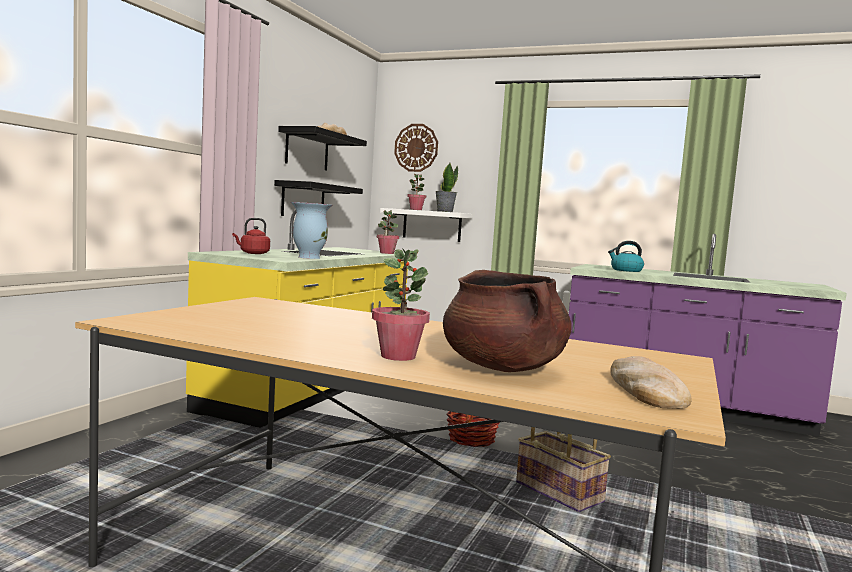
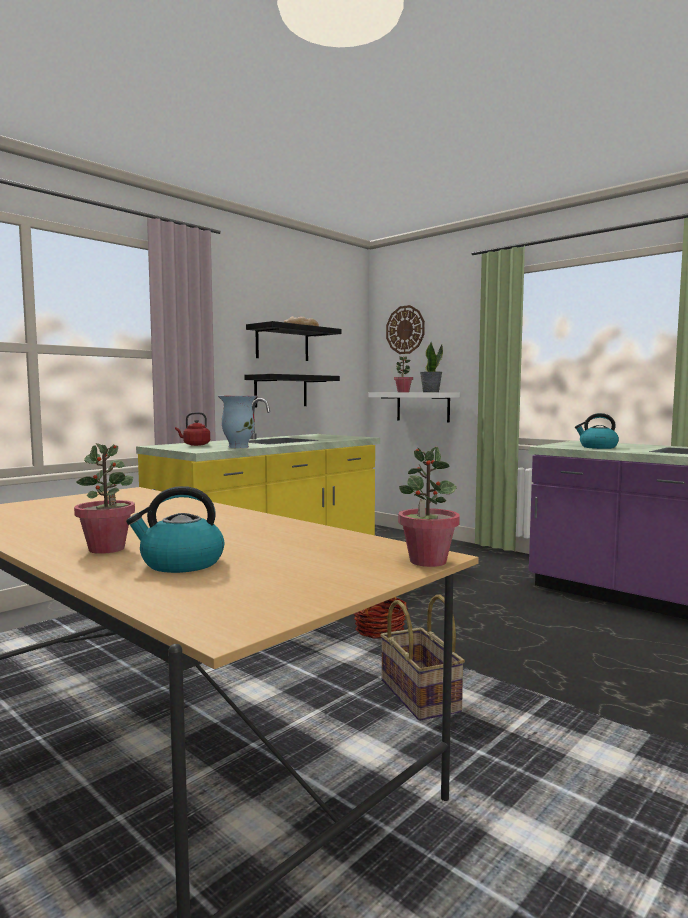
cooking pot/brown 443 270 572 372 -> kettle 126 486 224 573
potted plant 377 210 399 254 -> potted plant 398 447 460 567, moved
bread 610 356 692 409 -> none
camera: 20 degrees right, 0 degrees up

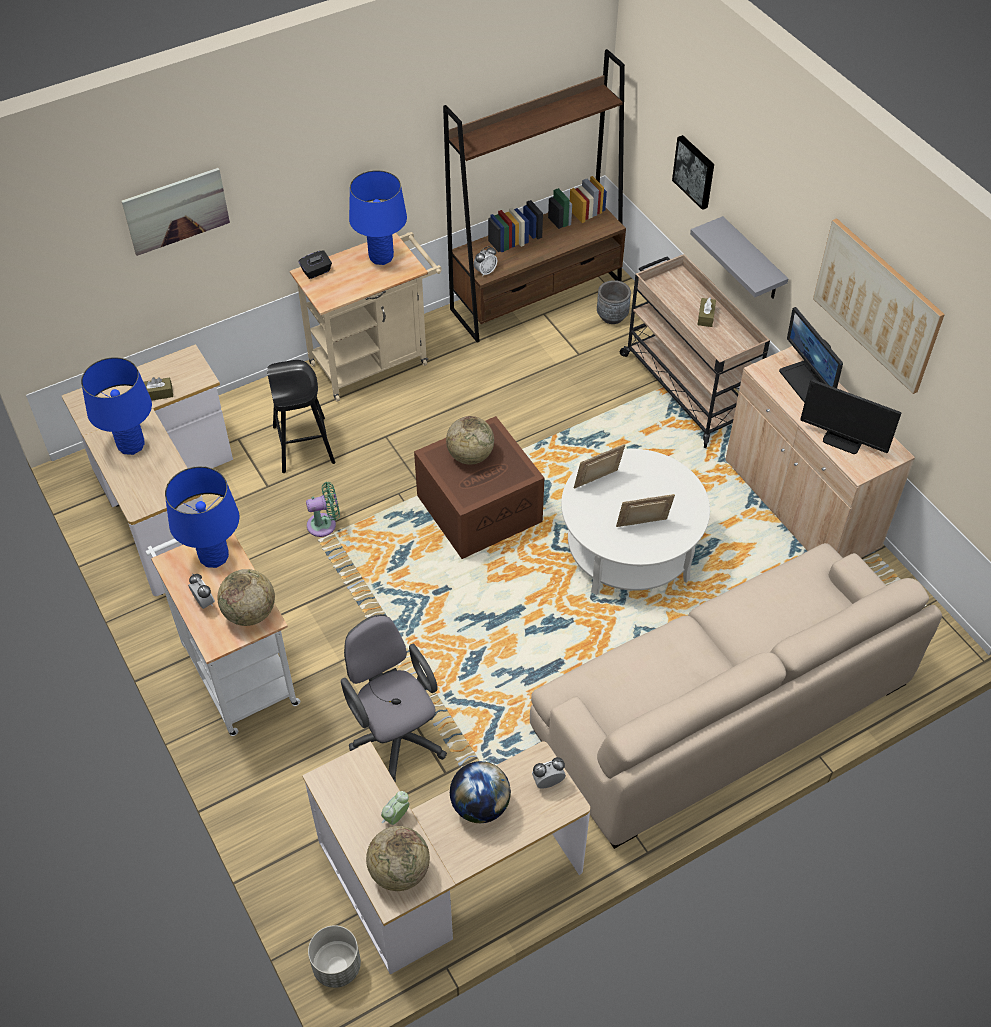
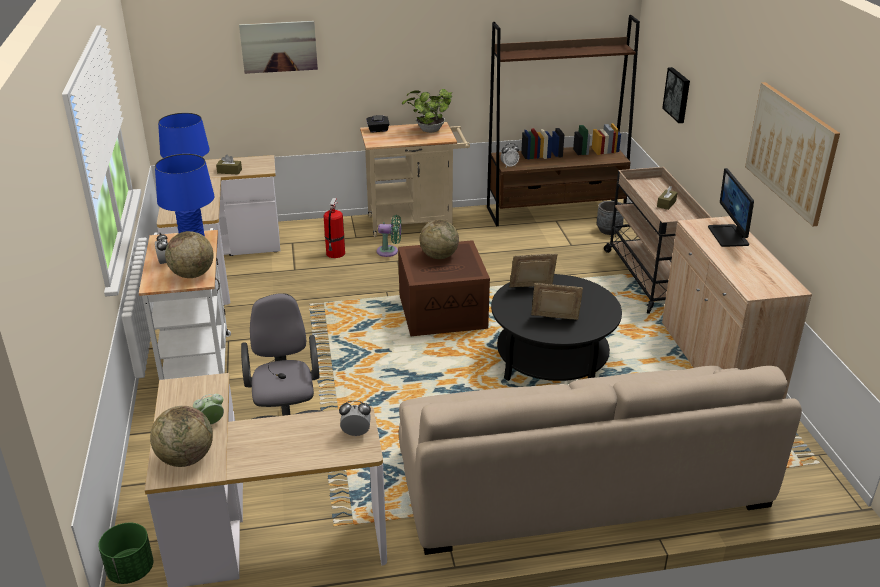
planter/grey 308 925 361 988 -> planter/green 99 523 153 584
stool/black 267 360 335 473 -> fire extinguisher 324 198 345 258
fan/green 306 482 340 537 -> fan/green 377 215 402 257, moved
table lamp/blue 349 170 407 265 -> potted plant 402 89 453 133
coffee table/white 561 449 710 595 -> coffee table/black 491 274 622 381
globe 450 761 511 823 -> none
shelf/grey 690 216 788 299 -> none
monitor 800 379 901 454 -> none
camera: 20 degrees right, 20 degrees down

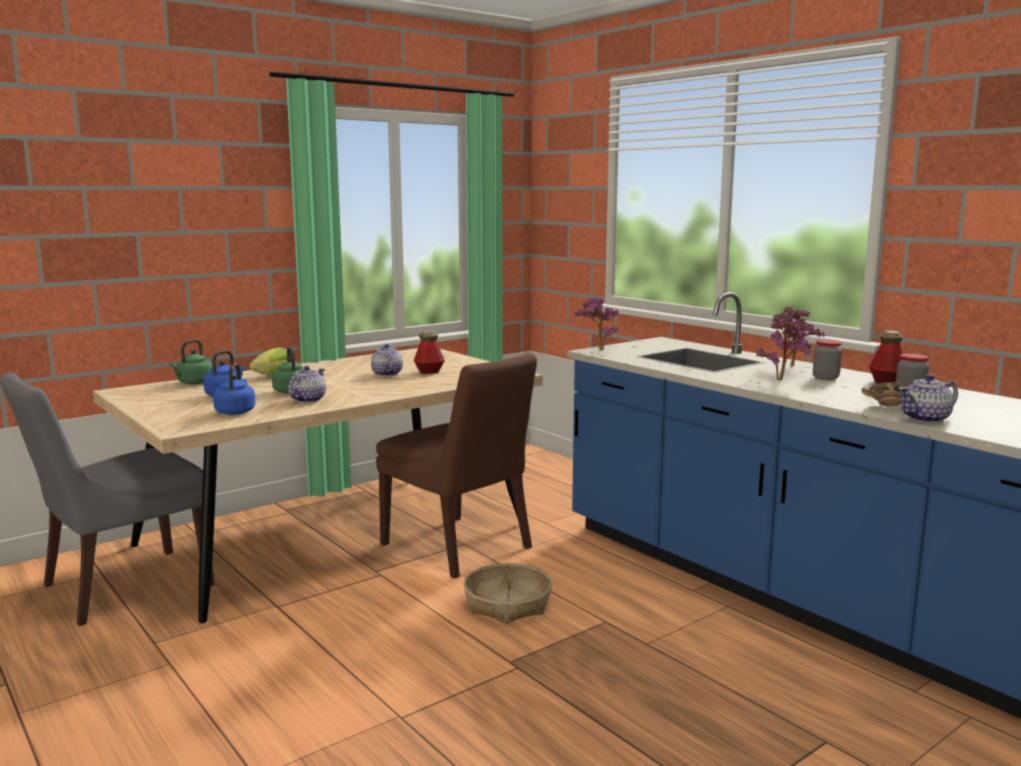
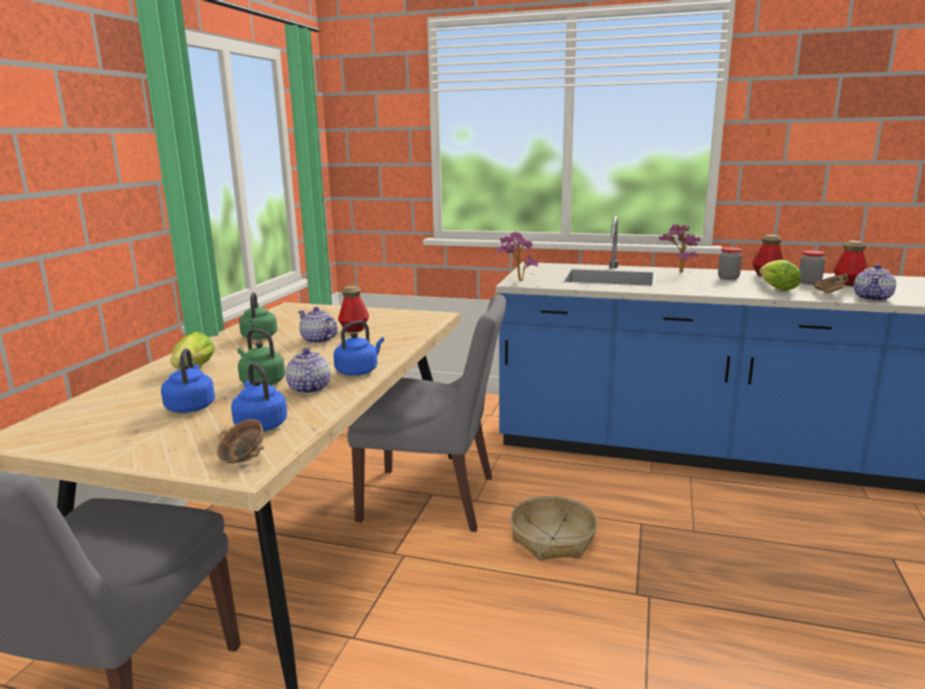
none -> bowl 216 419 264 464
kettle/green 170 340 213 384 -> kettle/green 239 292 277 339, moved
none -> kettle/blue 333 320 384 376
chair/brown 376 354 537 579 -> chair/grey 347 294 506 532
none -> lettuce 759 260 801 291
none -> bottle 833 240 868 286
potted plant 756 316 812 380 -> none
camera: 35 degrees left, 5 degrees up

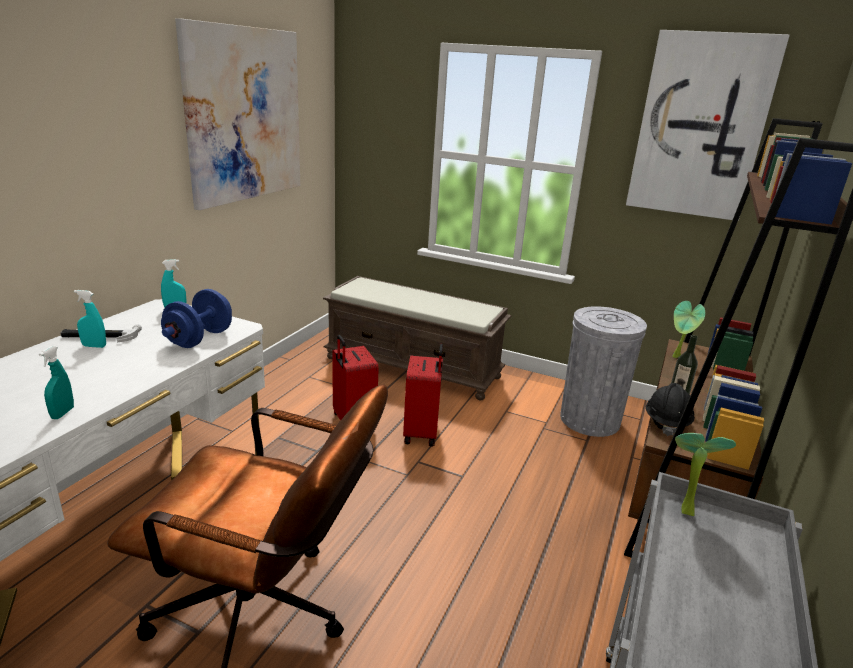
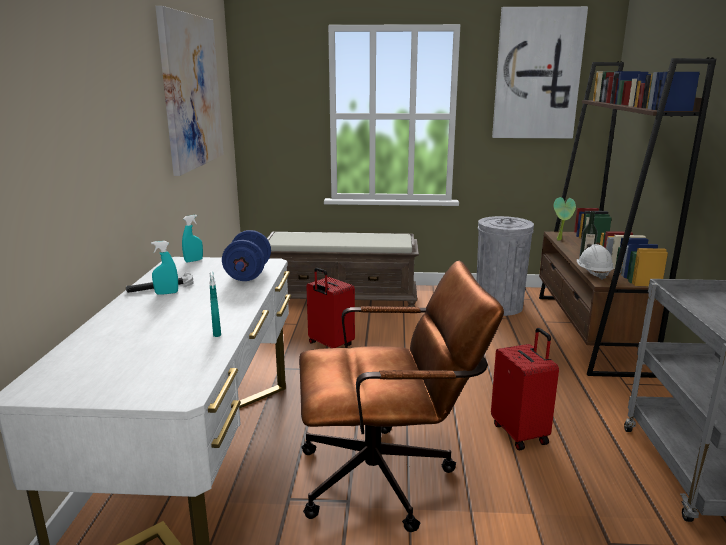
suitcase/red 403 344 443 447 -> suitcase/red 491 328 559 450, moved
hard hat/black 646 383 695 436 -> hard hat/white 577 244 614 280
potted plant 675 433 736 516 -> none
camera: 20 degrees left, 5 degrees down

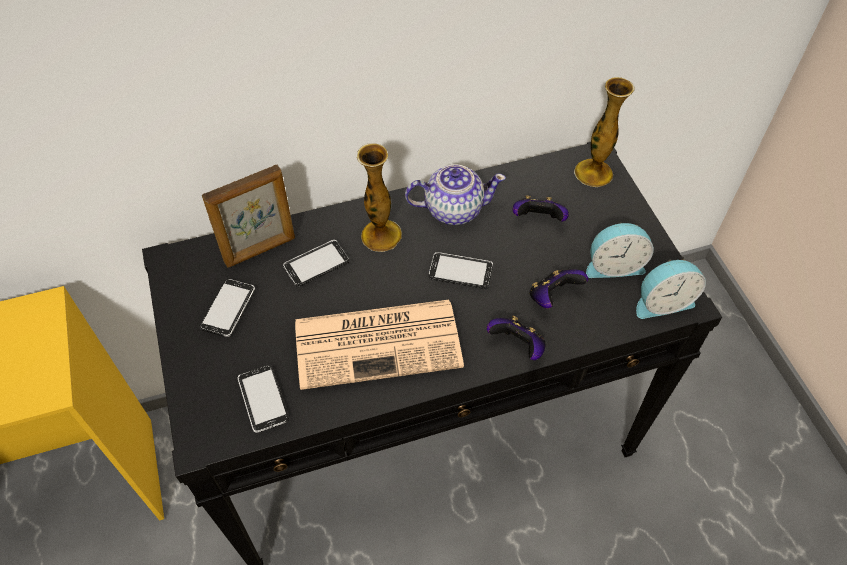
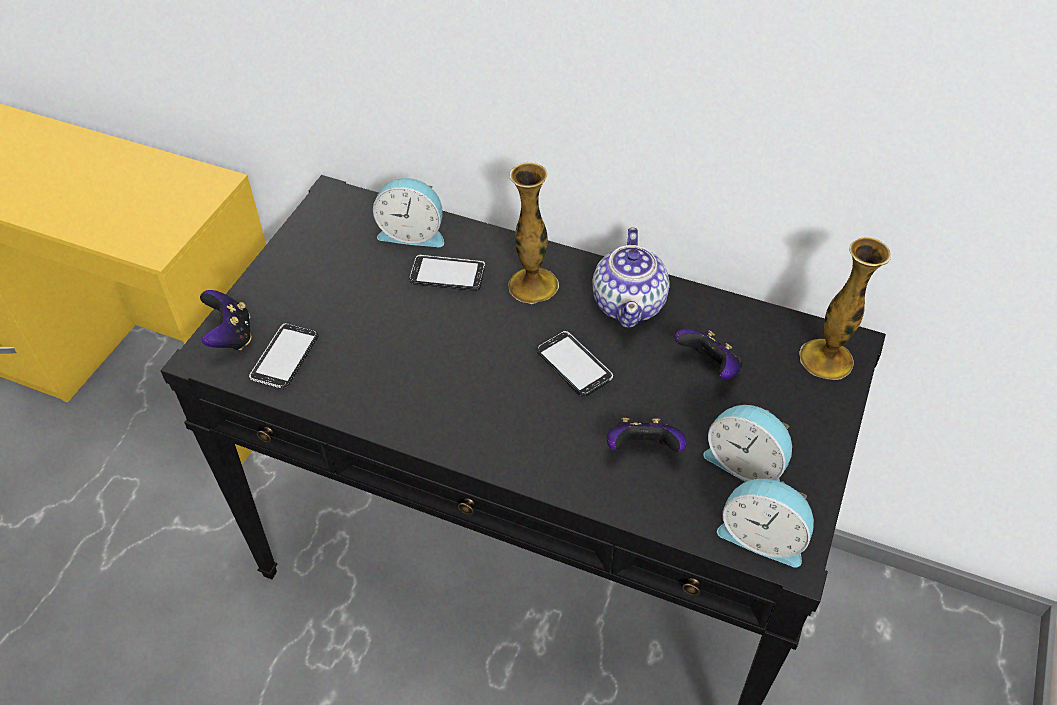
game controller 487 316 545 360 -> game controller 200 290 252 350, moved
picture frame 202 165 295 267 -> alarm clock 373 178 444 247
teapot 405 164 506 225 -> teapot 592 227 670 328, 60 degrees clockwise
phone 200 279 255 337 -> none
newspaper 295 300 464 390 -> none
camera: 40 degrees right, 5 degrees down

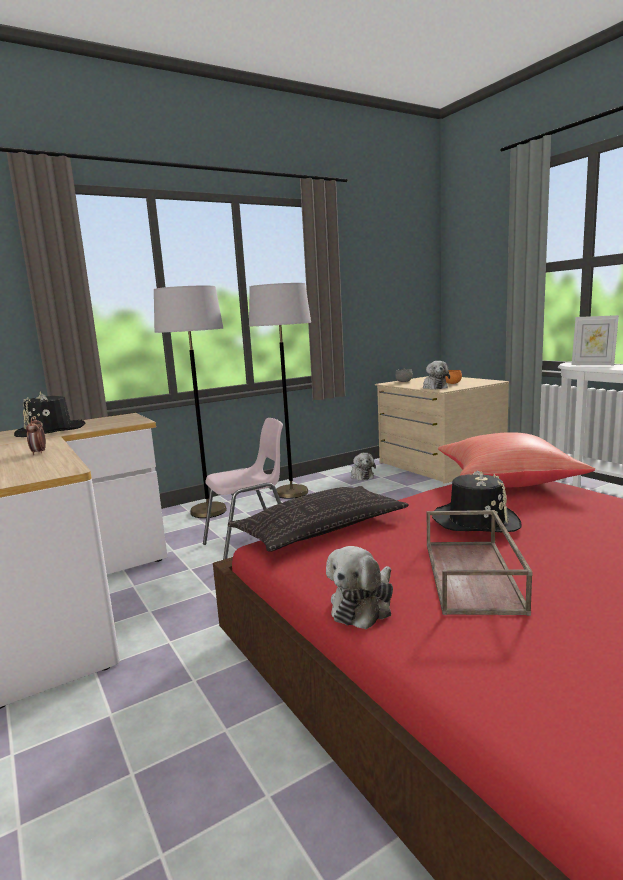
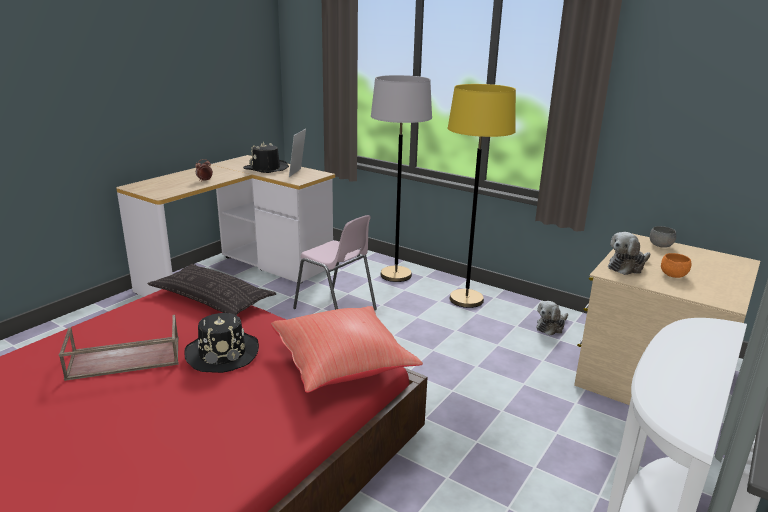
picture frame 572 315 619 365 -> picture frame 289 129 306 177, moved
floor lamp/grey 249 283 311 499 -> floor lamp/yellow 448 84 516 308
plush toy 326 546 393 629 -> none
camera: 65 degrees right, 10 degrees up

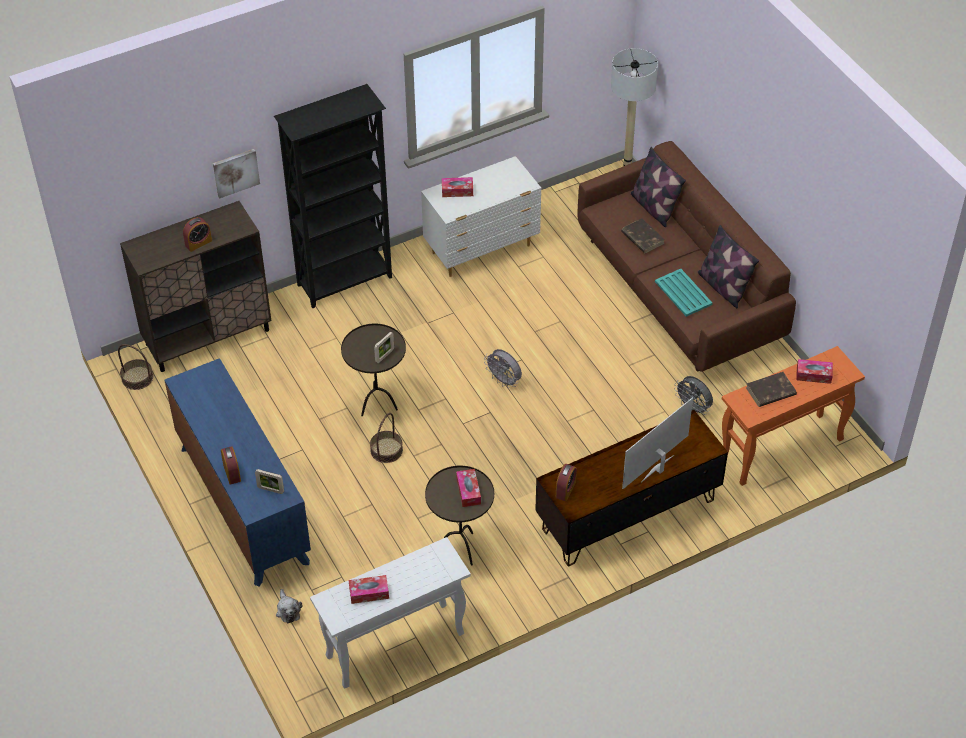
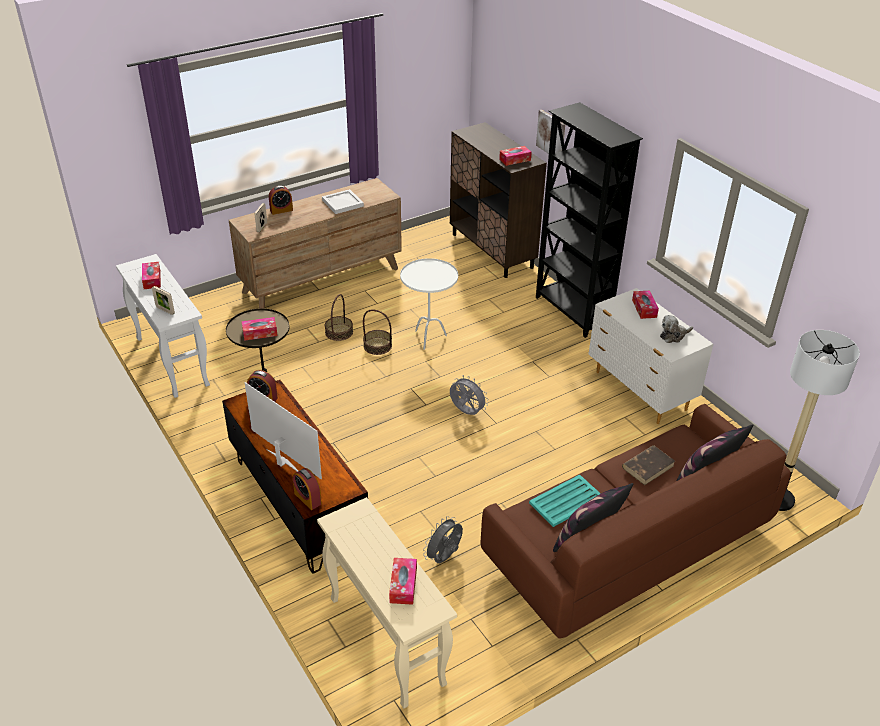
picture frame 374 332 394 363 -> picture frame 152 286 175 315, moved
dresser/blue 164 358 311 587 -> dresser/brown 229 178 402 309
alarm clock 183 217 212 252 -> alarm clock 293 468 322 510, moved
console table/orange 722 346 865 486 -> console table/beige 317 497 457 709
none -> tray/white 322 189 364 214
basket 118 344 153 390 -> basket 325 294 353 341, moved
side table/brown 341 324 406 416 -> side table/white 400 258 458 350
fan/grey 484 349 522 388 -> fan/grey 450 375 488 415, 90 degrees clockwise
none -> tissue box 499 146 532 166
plush toy 276 589 302 623 -> plush toy 660 315 693 343, moved
book/brown 746 372 797 407 -> none
camera: 85 degrees right, 10 degrees down

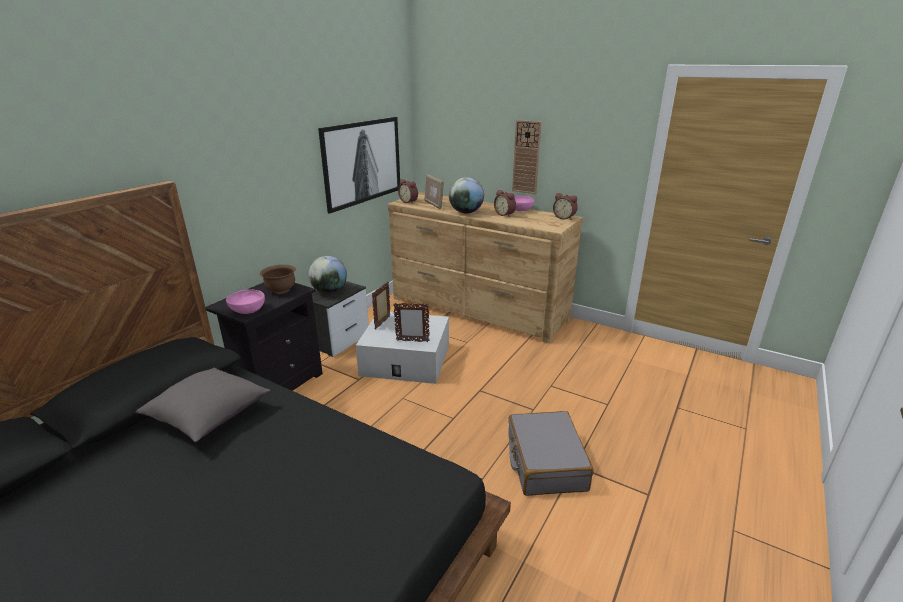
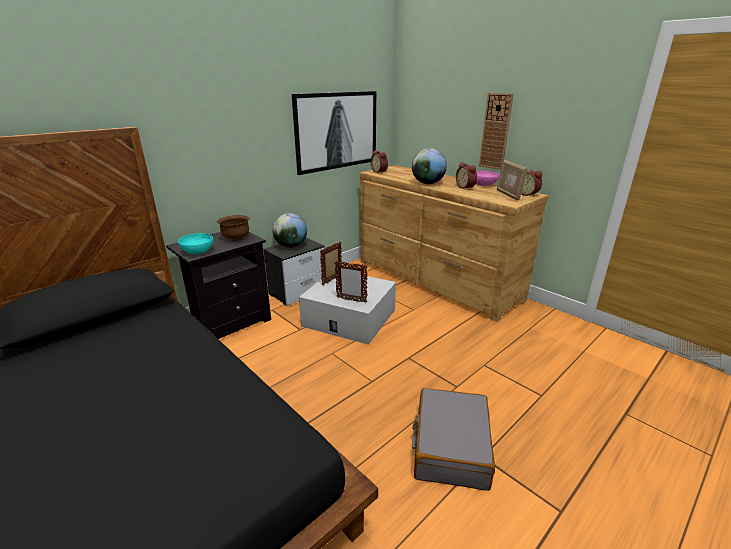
bowl/pink 226 289 265 314 -> bowl/turquoise 178 233 213 254
picture frame 424 174 444 209 -> picture frame 497 160 527 201, moved
pillow/grey 135 368 270 442 -> none
camera: 15 degrees right, 0 degrees up

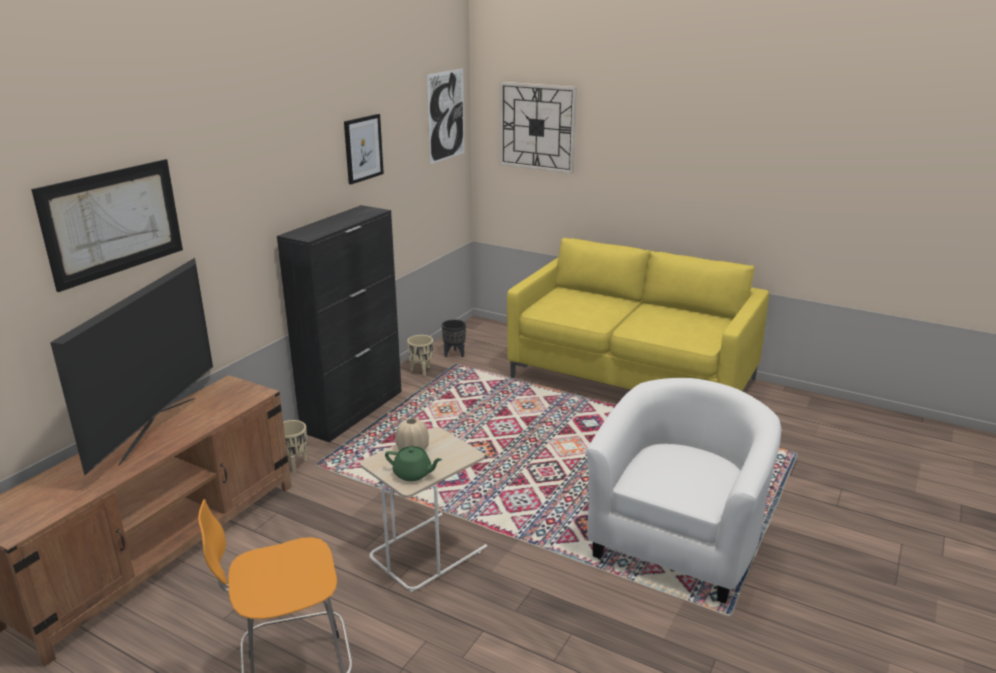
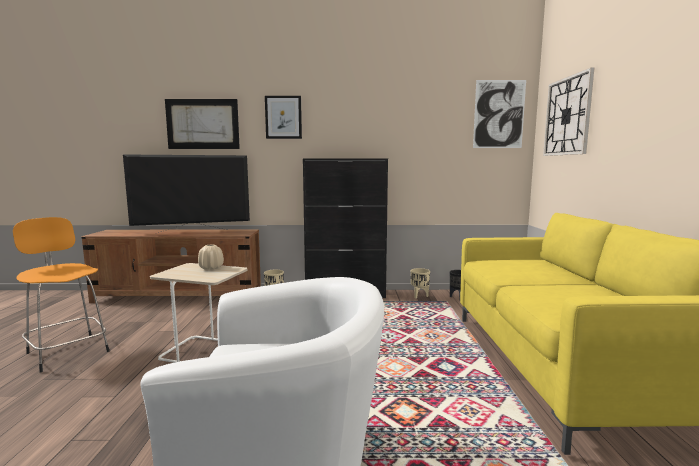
picture 344 114 384 184 -> picture 265 96 302 139, moved
teapot/green 385 446 442 481 -> none
camera: 60 degrees right, 15 degrees down

